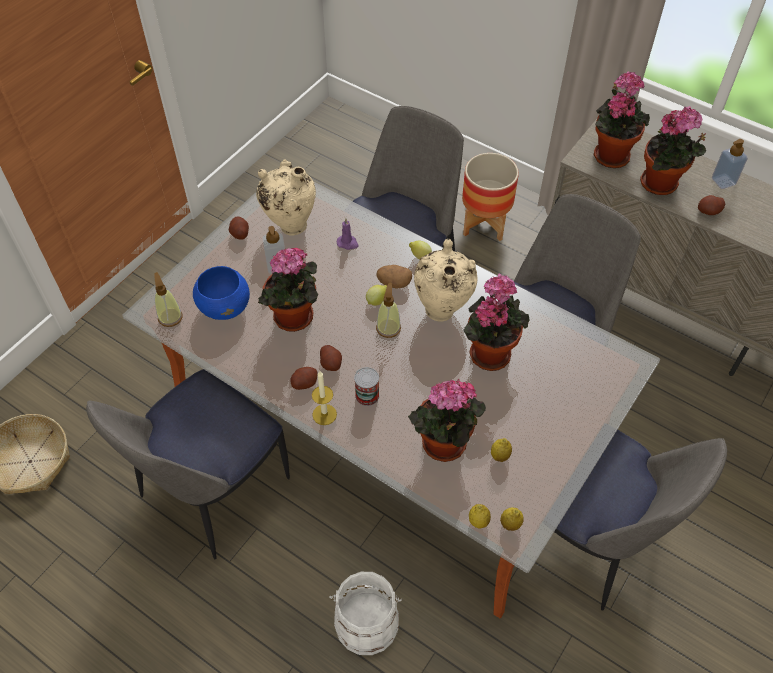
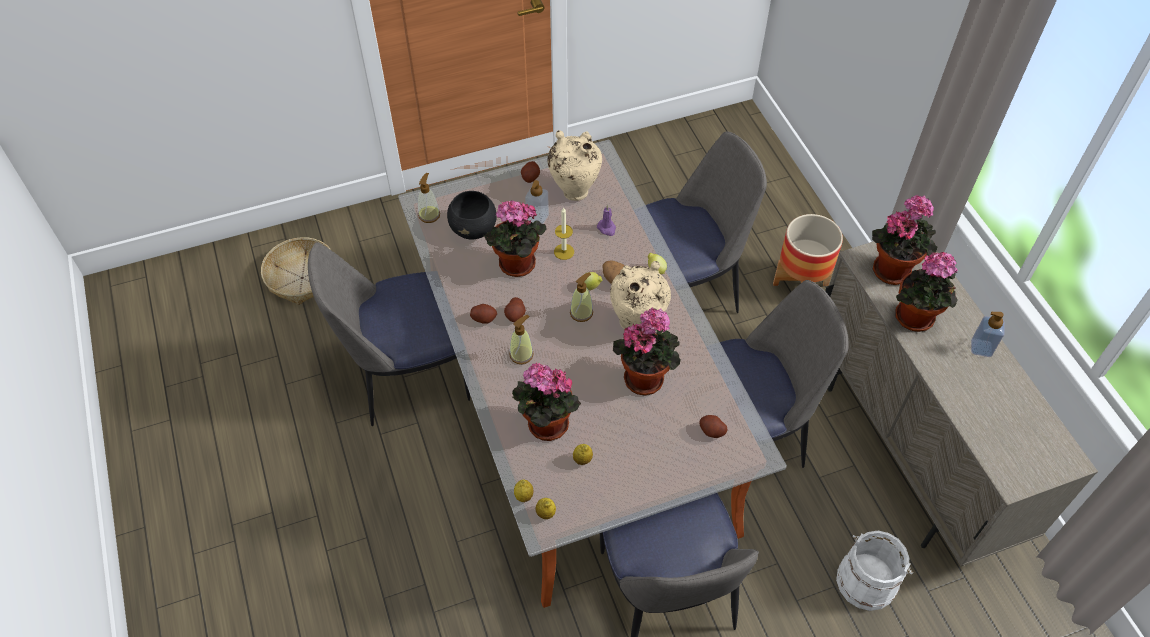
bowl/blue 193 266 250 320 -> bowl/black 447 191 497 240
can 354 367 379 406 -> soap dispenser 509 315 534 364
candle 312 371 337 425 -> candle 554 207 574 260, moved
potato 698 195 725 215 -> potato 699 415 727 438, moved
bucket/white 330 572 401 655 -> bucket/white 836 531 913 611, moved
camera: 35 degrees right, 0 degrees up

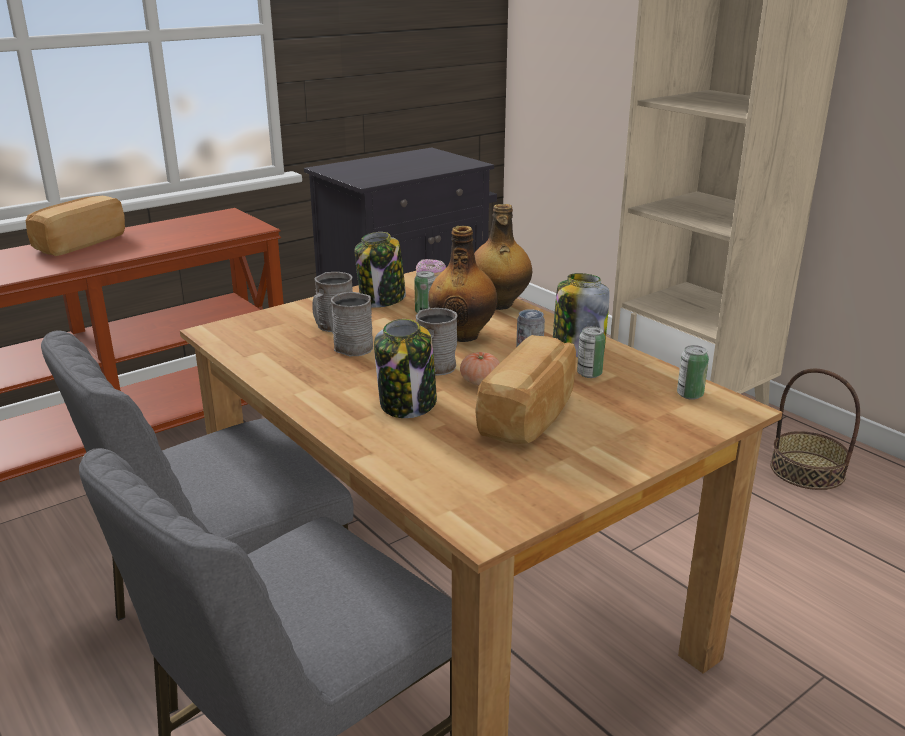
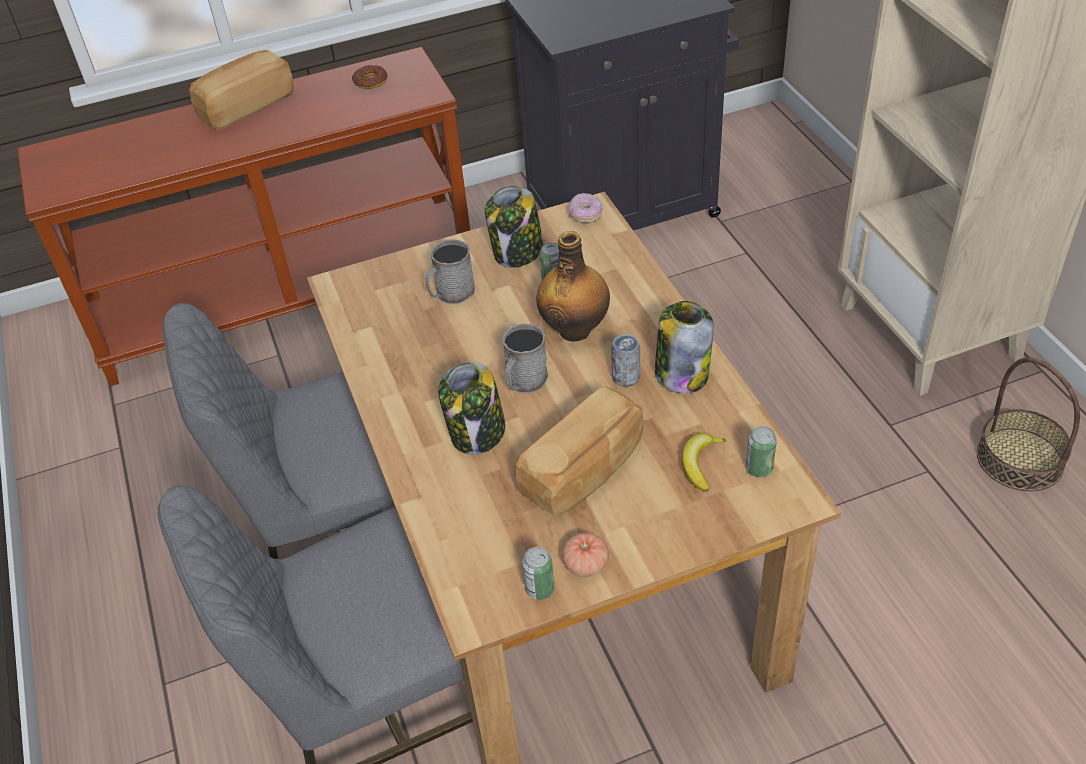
none -> donut 352 65 388 89
can 577 326 605 378 -> can 522 547 554 600, moved
tomato 460 352 500 385 -> tomato 562 533 609 577, moved
none -> banana 682 433 727 492
mug/grey 328 292 373 356 -> none
bottle 474 204 532 310 -> none
camera: 20 degrees right, 20 degrees up

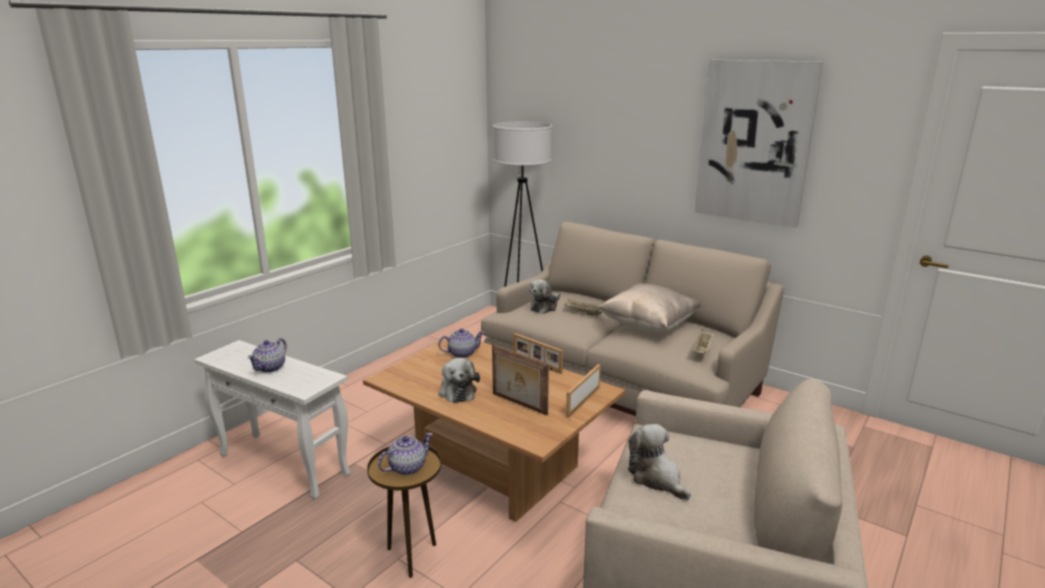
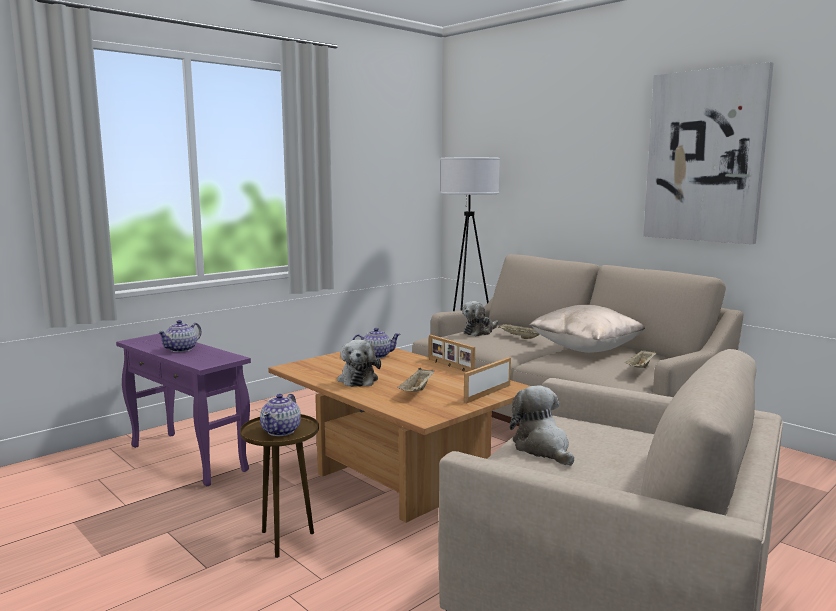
side table/white 194 340 350 499 -> side table/purple 116 334 251 486
teapot 378 433 433 475 -> teapot 260 394 301 436, 135 degrees clockwise
picture frame 492 345 549 415 -> tray/beige 398 368 435 391
camera: 10 degrees right, 10 degrees down

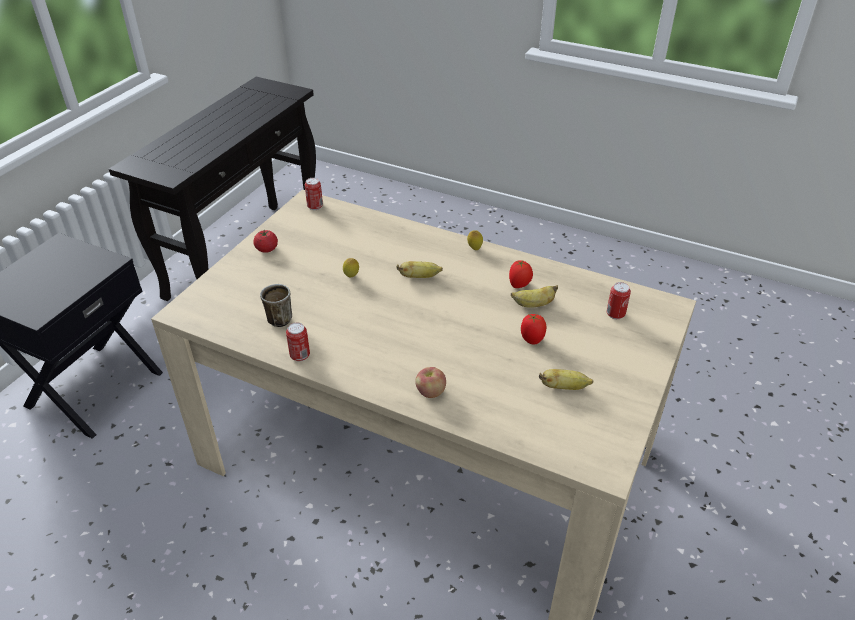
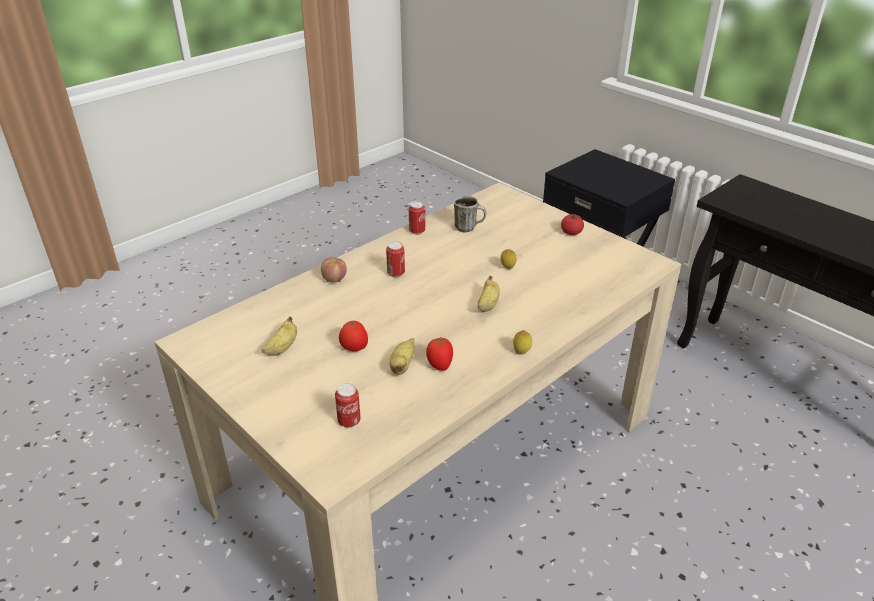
can 305 178 323 210 -> can 386 241 405 277, moved
camera: 110 degrees right, 5 degrees down

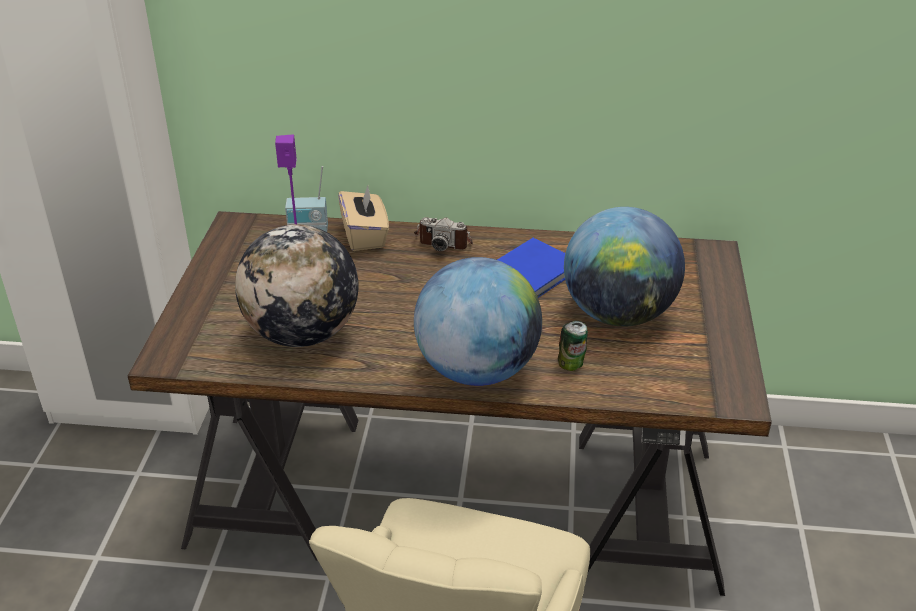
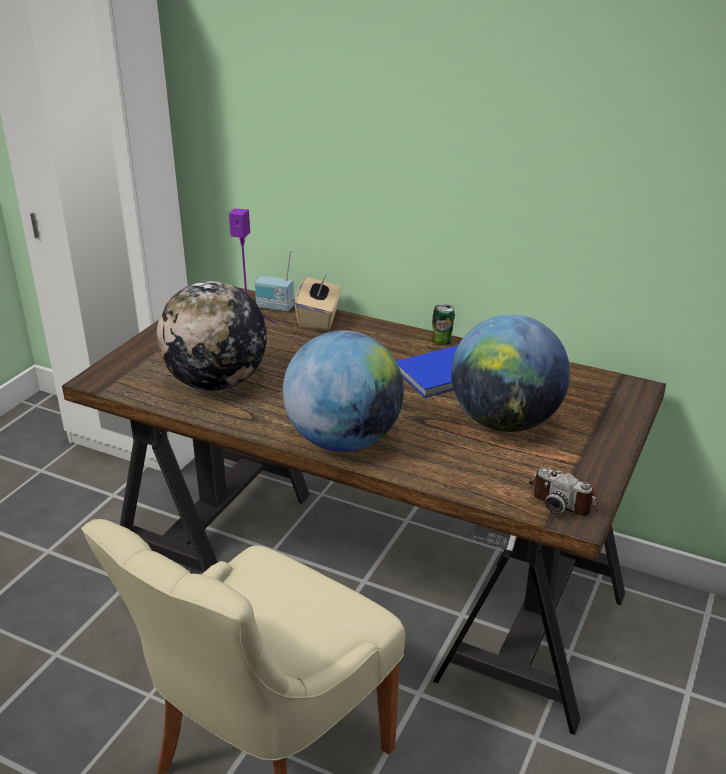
can 558 321 588 371 -> can 431 305 455 345, moved
photo camera 414 217 473 251 -> photo camera 529 467 597 516, moved
camera: 20 degrees right, 5 degrees down

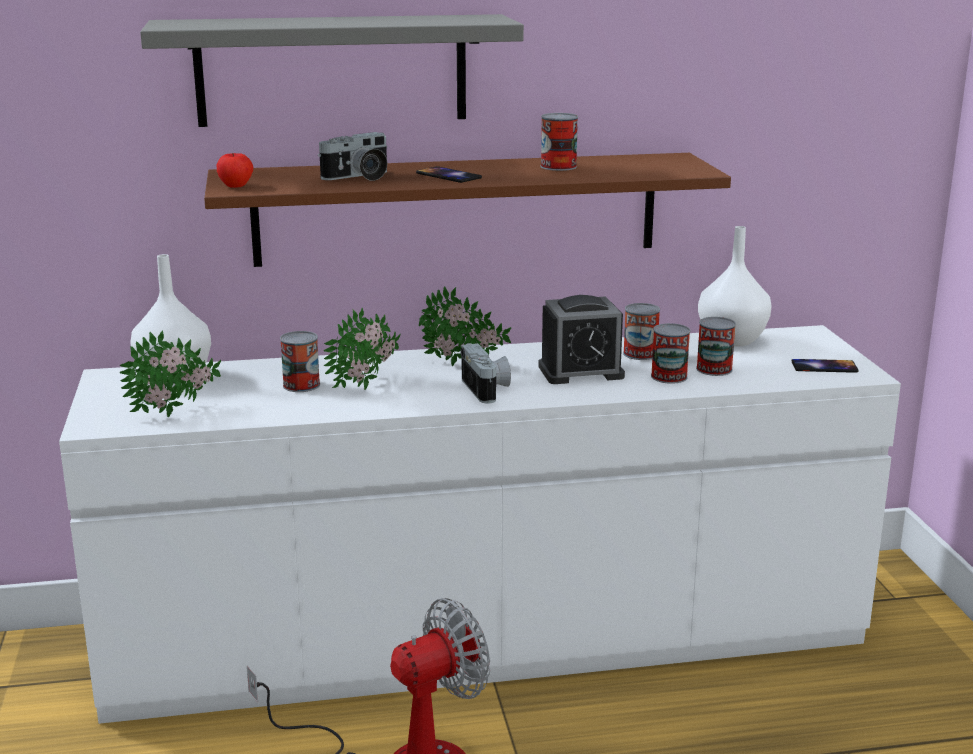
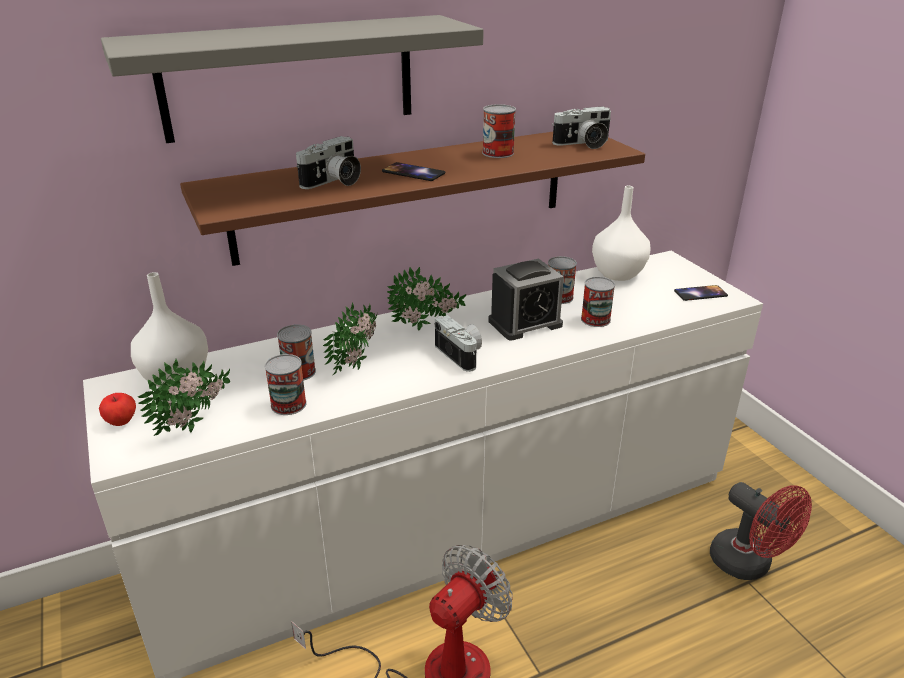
apple 217 153 253 188 -> apple 99 393 136 426, moved
can 696 317 736 376 -> can 265 354 307 415, moved
none -> photo camera 552 106 611 149
none -> fan/red 710 482 812 580
camera: 15 degrees left, 10 degrees up

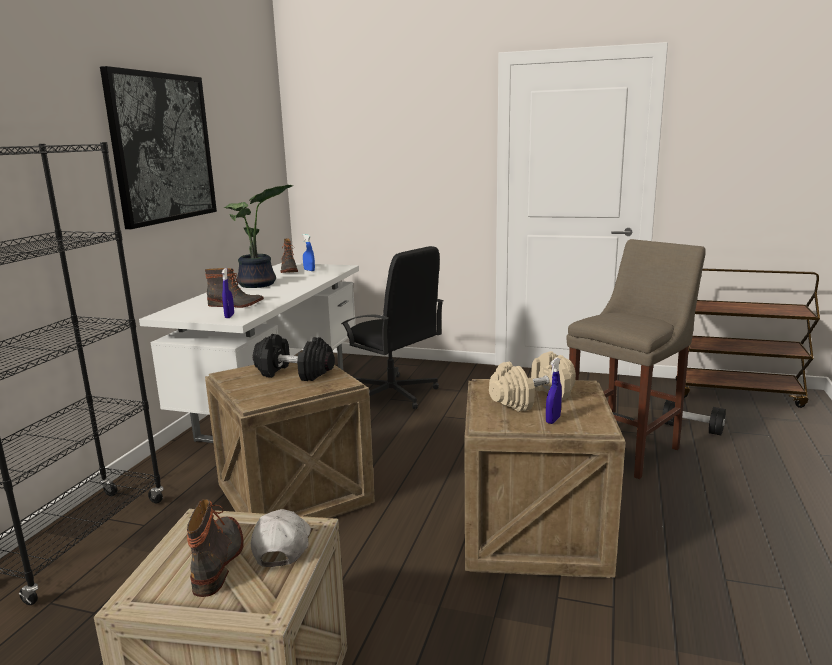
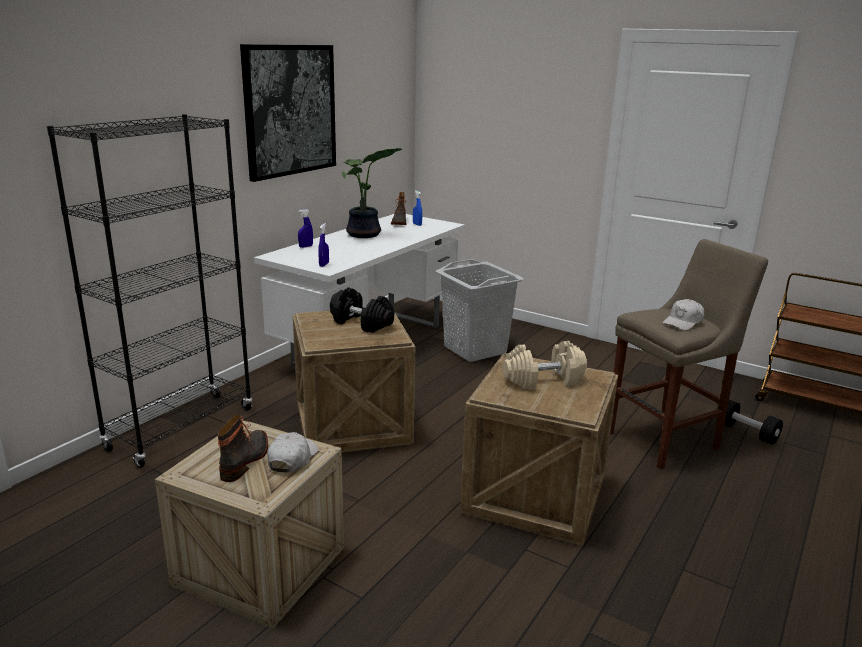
spray bottle/blue 546 357 562 424 -> spray bottle/blue 298 209 313 248, moved
office chair/black 341 246 443 409 -> laundry basket/grey 436 259 524 362
none -> cap/white 662 299 704 331
boot 205 268 264 308 -> none
camera: 15 degrees right, 5 degrees up

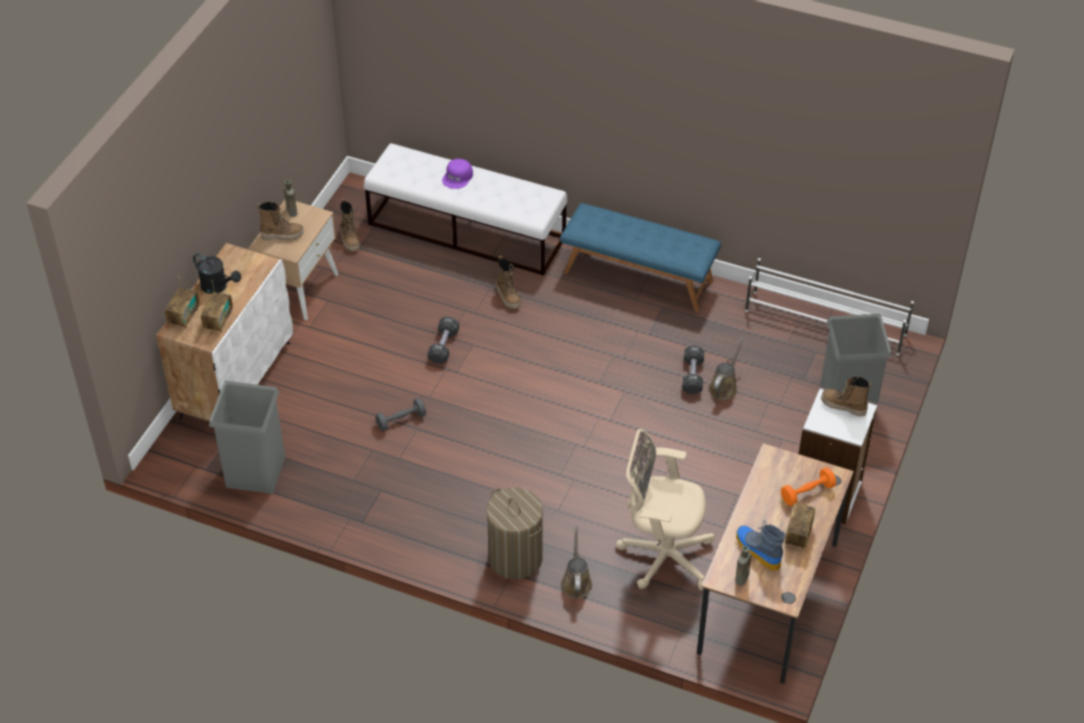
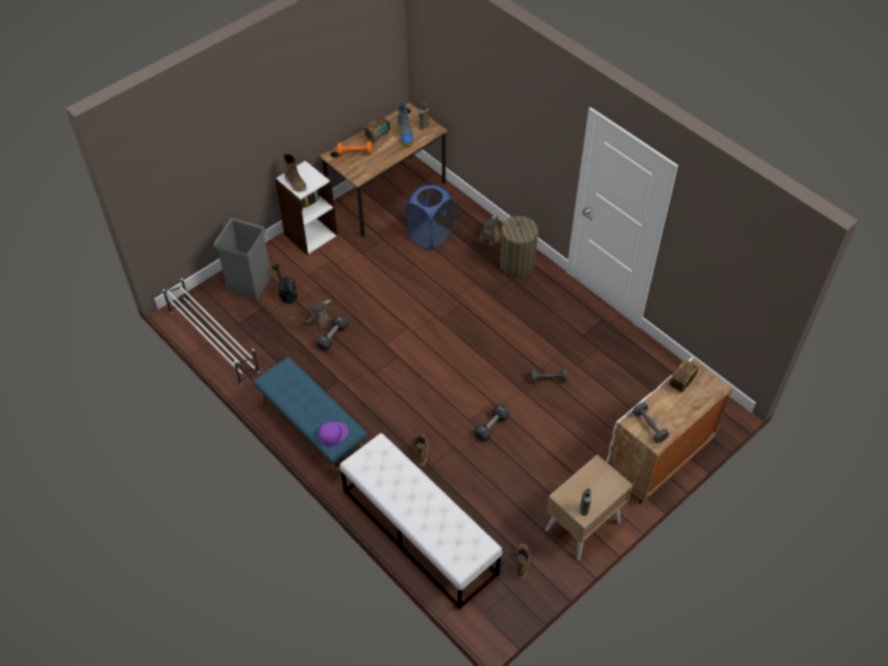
watering can/black 193 253 241 294 -> watering can/black 272 264 297 304, moved
cap/purple 442 159 473 189 -> cap/purple 318 422 349 446, moved
office chair/beige 616 429 714 591 -> laundry basket/blue 406 184 454 250
none -> dumbbell/grey 633 403 669 443
radio 165 276 200 329 -> none
trash can/grey 209 381 285 494 -> none
boot 257 201 304 241 -> none
camera: 155 degrees left, 5 degrees up

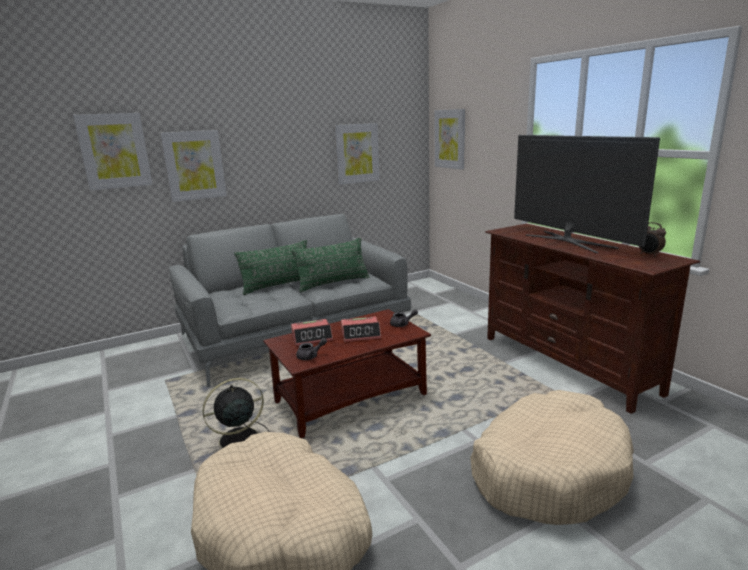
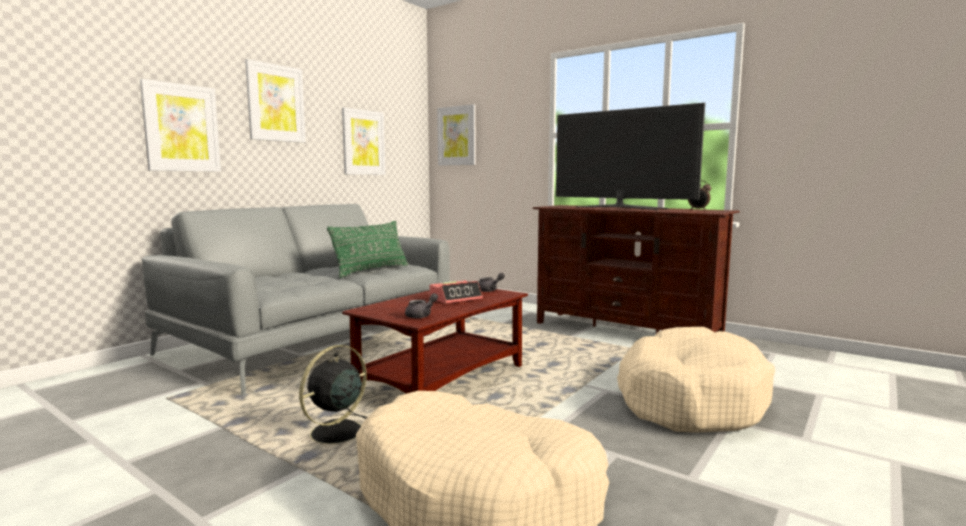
picture 73 113 153 191 -> picture 245 59 306 143, moved
pillow/green 234 240 307 295 -> none
alarm clock 291 319 333 346 -> none
camera: 25 degrees left, 10 degrees down

